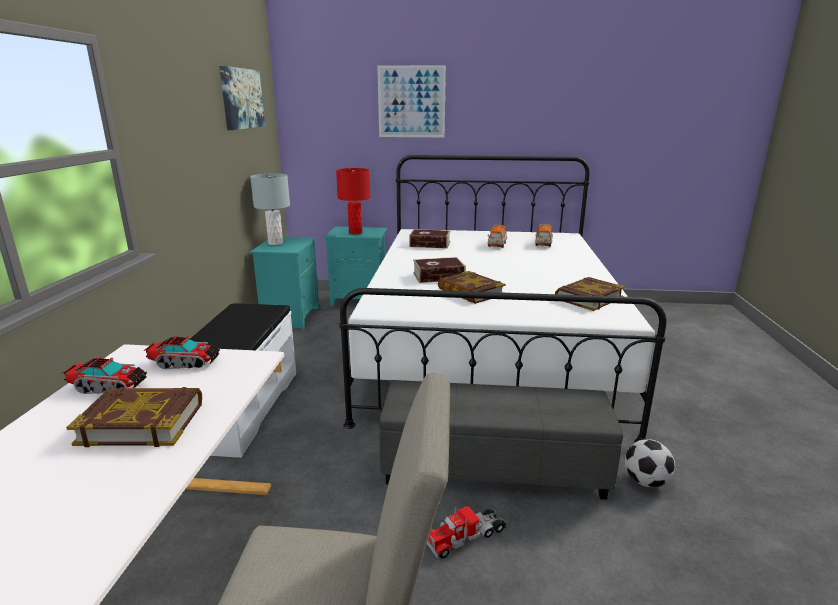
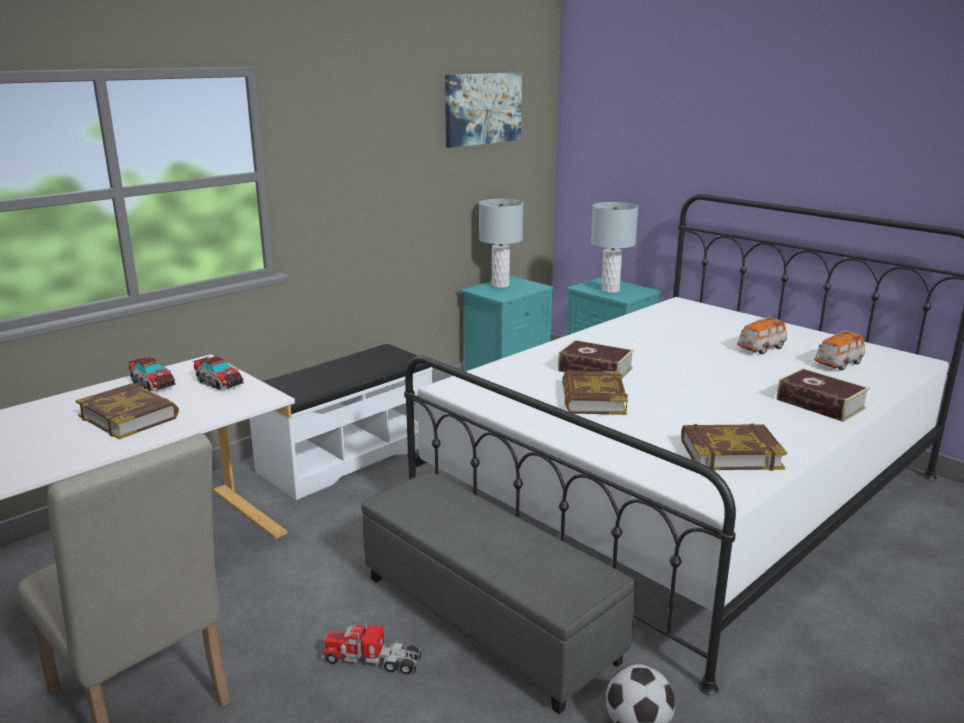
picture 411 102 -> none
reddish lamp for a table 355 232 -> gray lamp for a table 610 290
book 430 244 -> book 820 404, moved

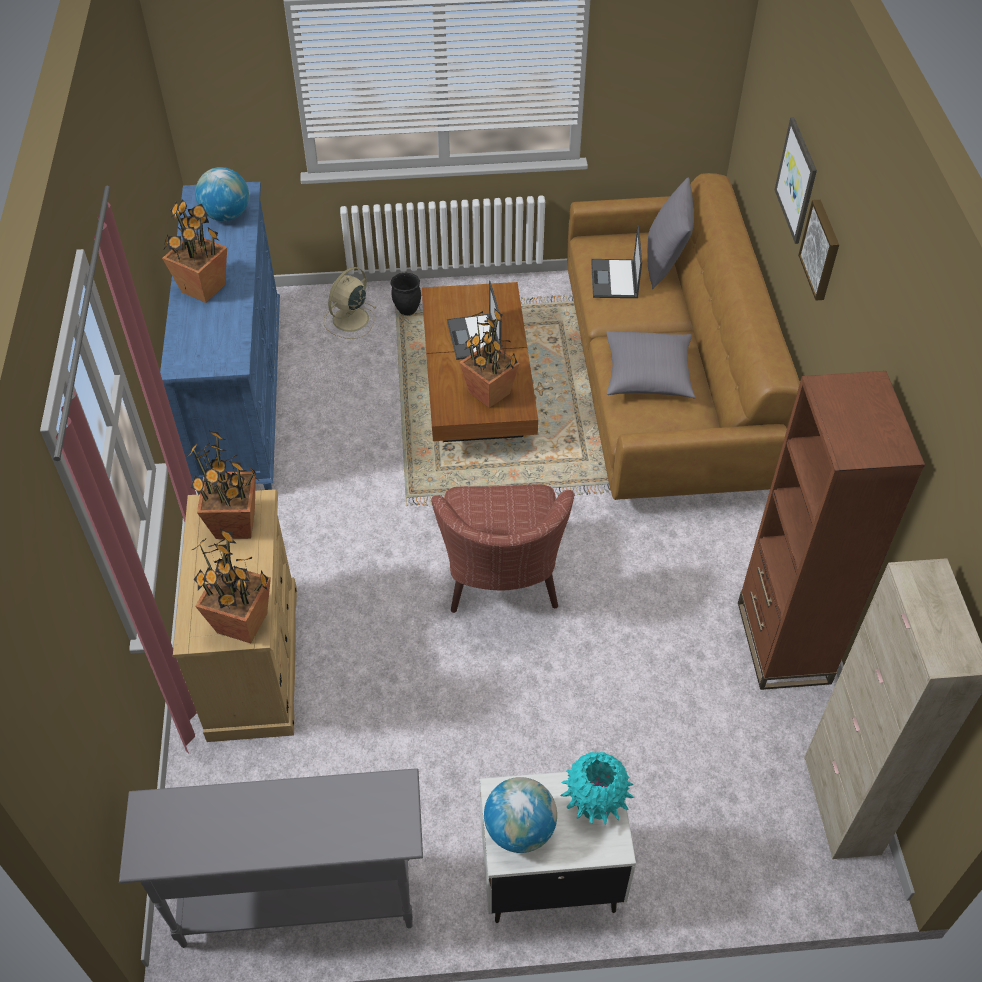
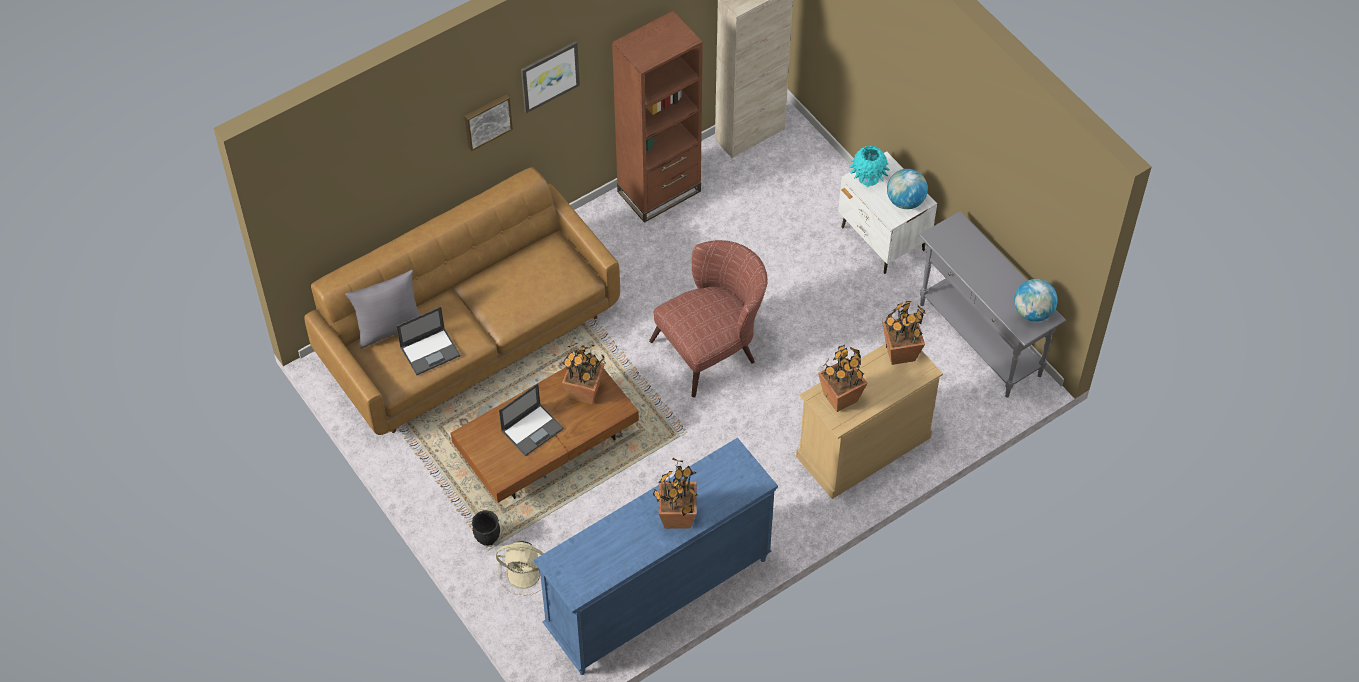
picture 797 180 -> picture 549 76, moved
globe 226 215 -> globe 1033 312, moved
gray pillow 648 375 -> none

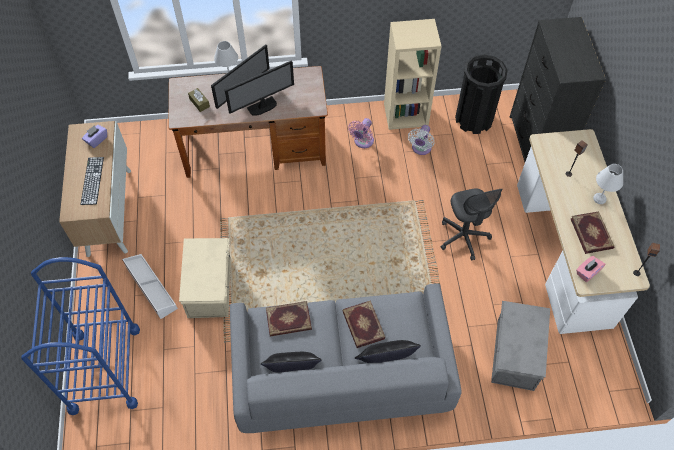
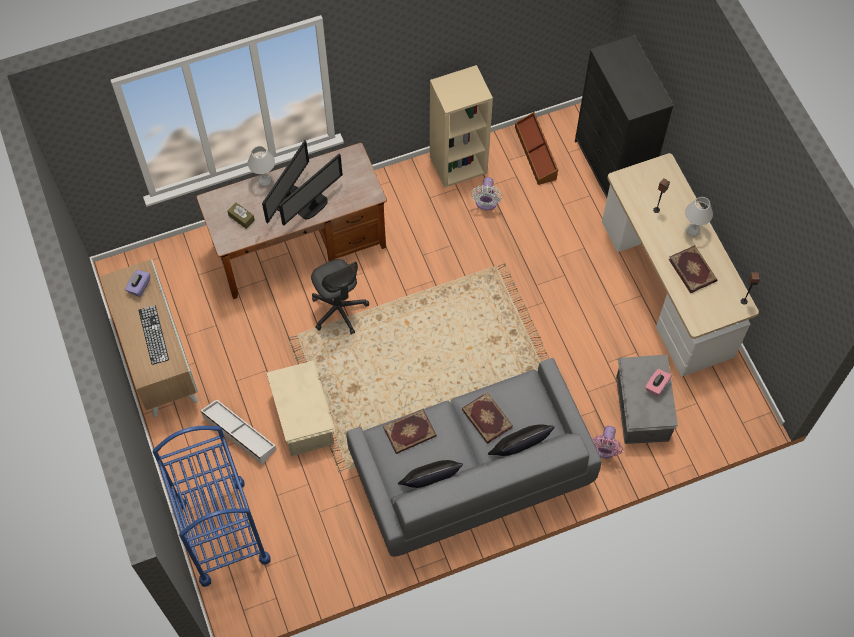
black-coloured rubbish bin 474 119 -> brown-coloured storage container 536 153
pinkish cooling fan 362 142 -> pinkish cooling fan 604 449, moved
gray computer chair 463 237 -> gray computer chair 339 310, moved
pinkish tissue holder 587 272 -> pinkish tissue holder 656 386, moved

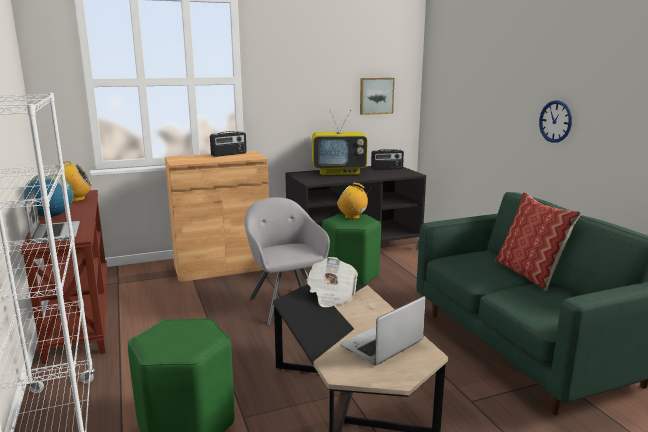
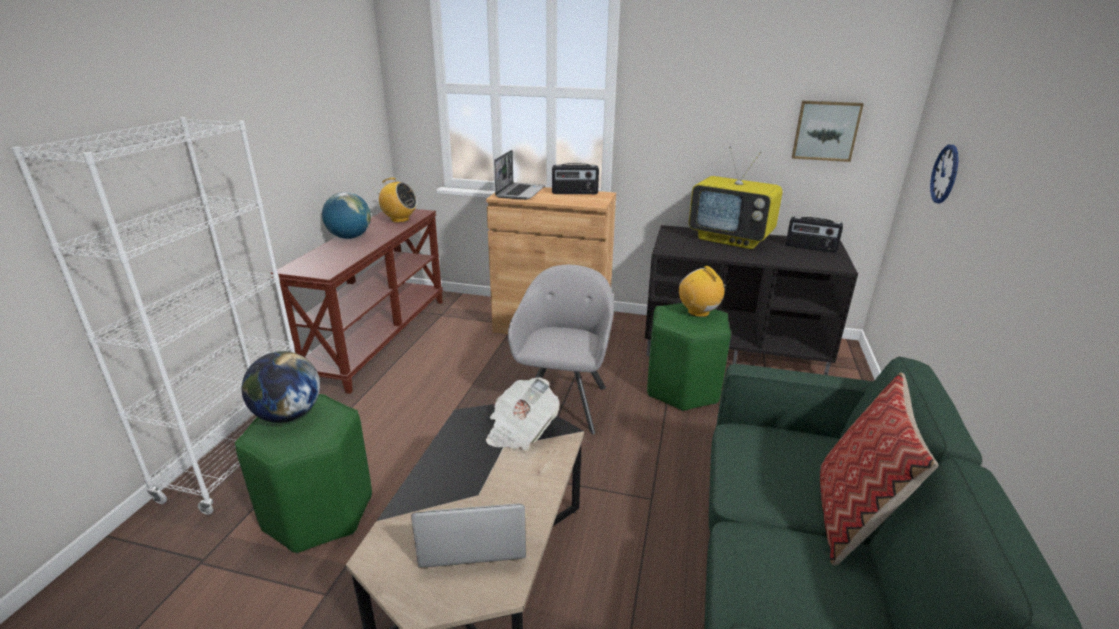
clock on the wall 555 121 -> clock on the wall 945 174, moved
portable computer 55 233 -> portable computer 520 192, moved
none -> globe 288 415

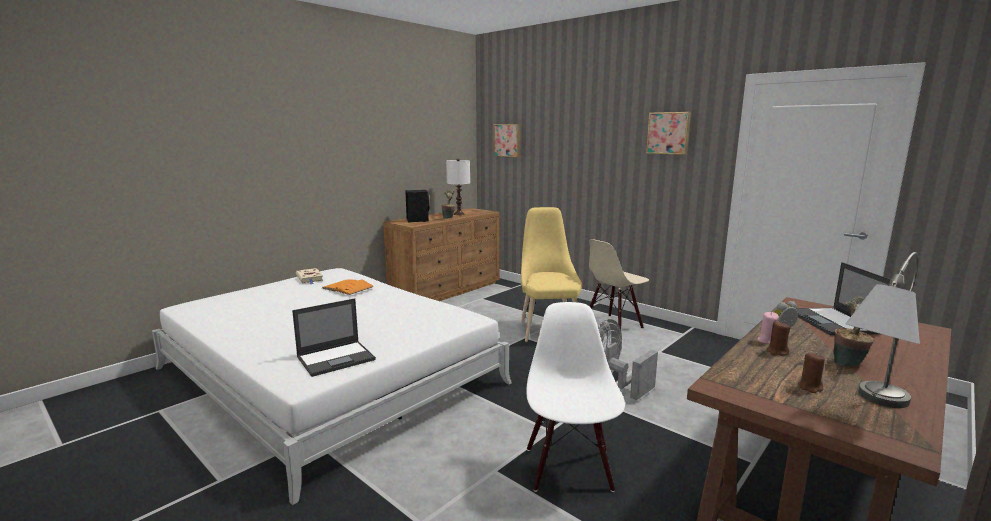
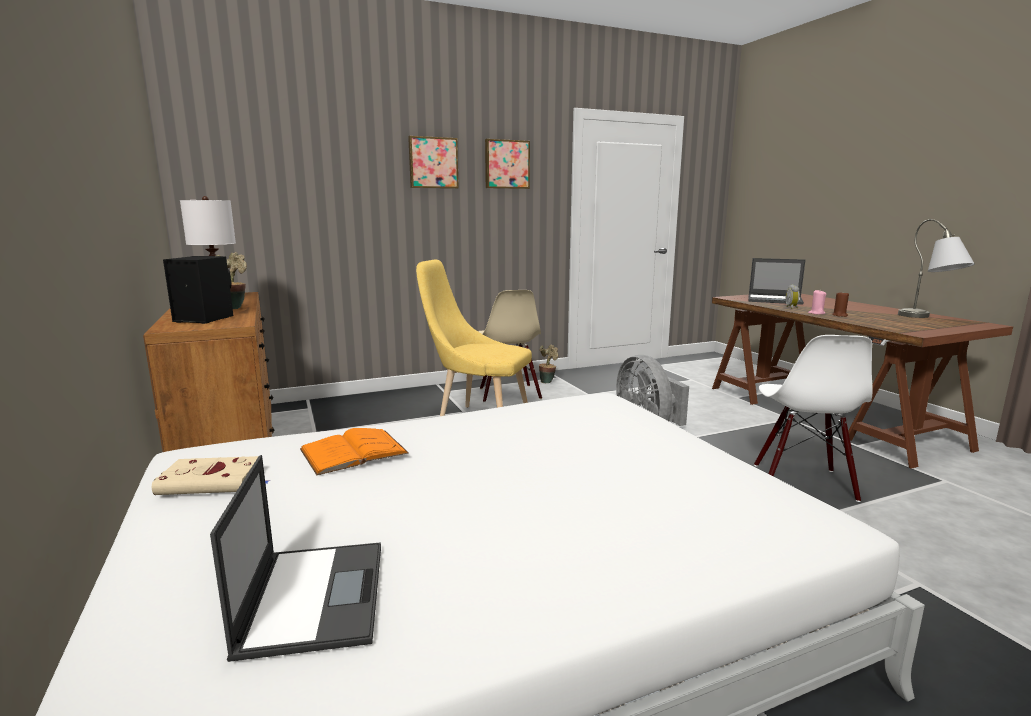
picture 507 140 -> picture 433 163, moved
houseplant 850 364 -> houseplant 547 381, moved
portable computer 337 358 -> portable computer 314 595, moved
white chair 569 468 -> white chair 801 482, 105 degrees counterclockwise
brown-coloured wax light 810 387 -> none

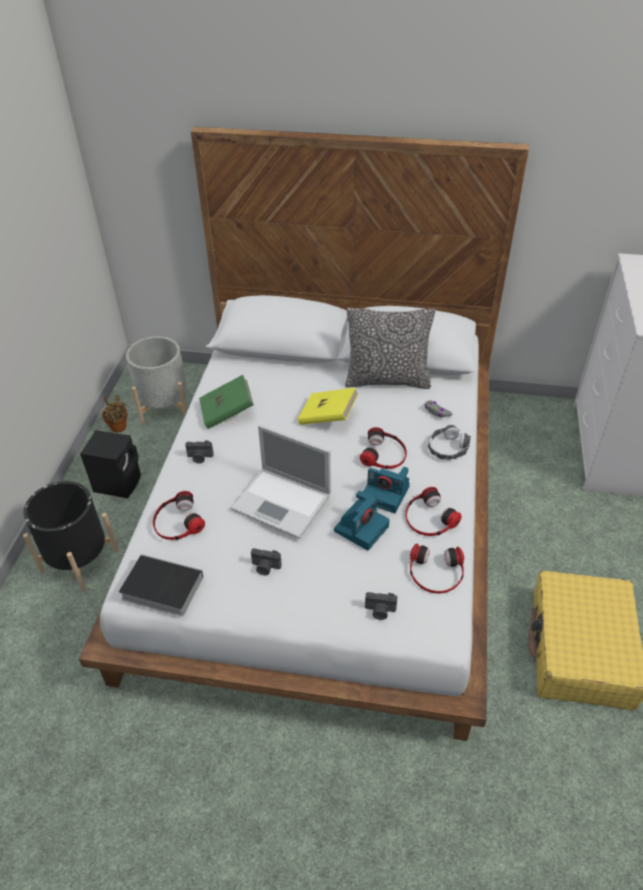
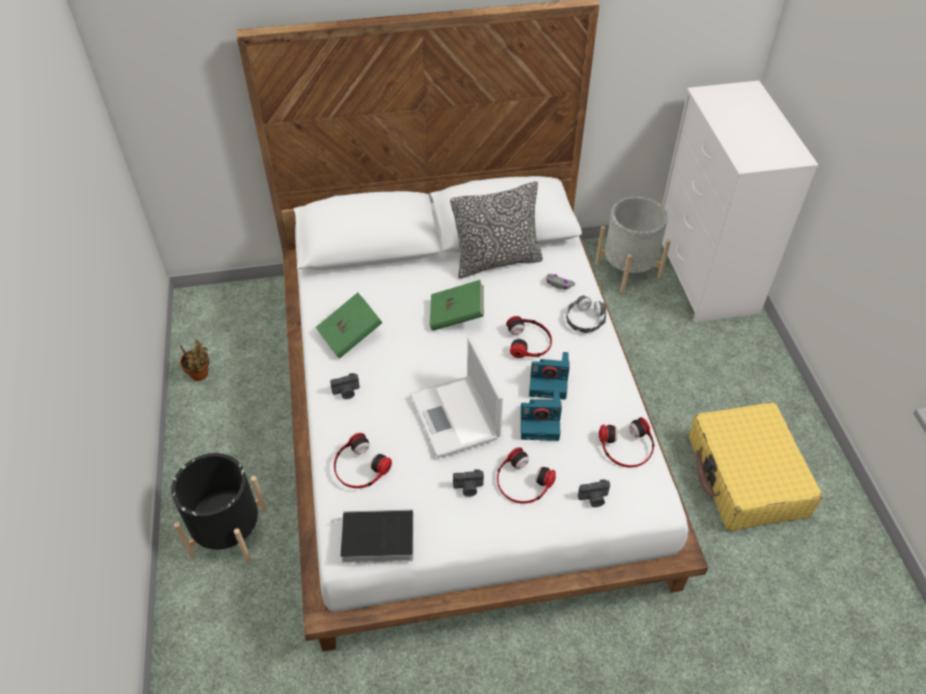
gray planter 164 407 -> gray planter 628 270, moved
yellowish book 328 417 -> greenish book 456 315
portable computer 283 502 -> portable computer 455 418, 60 degrees clockwise
black-coloured audio speaker 118 482 -> none
headset 429 518 -> headset 522 482, moved
photo camera 361 528 -> photo camera 541 422, 75 degrees clockwise

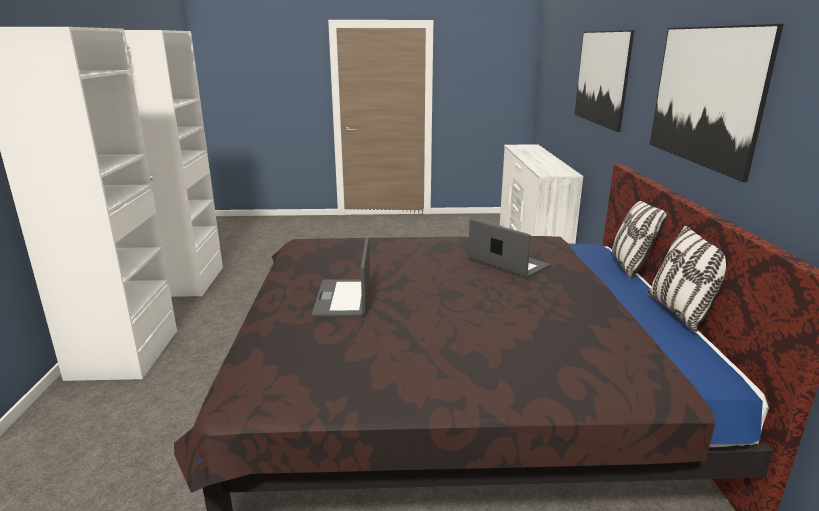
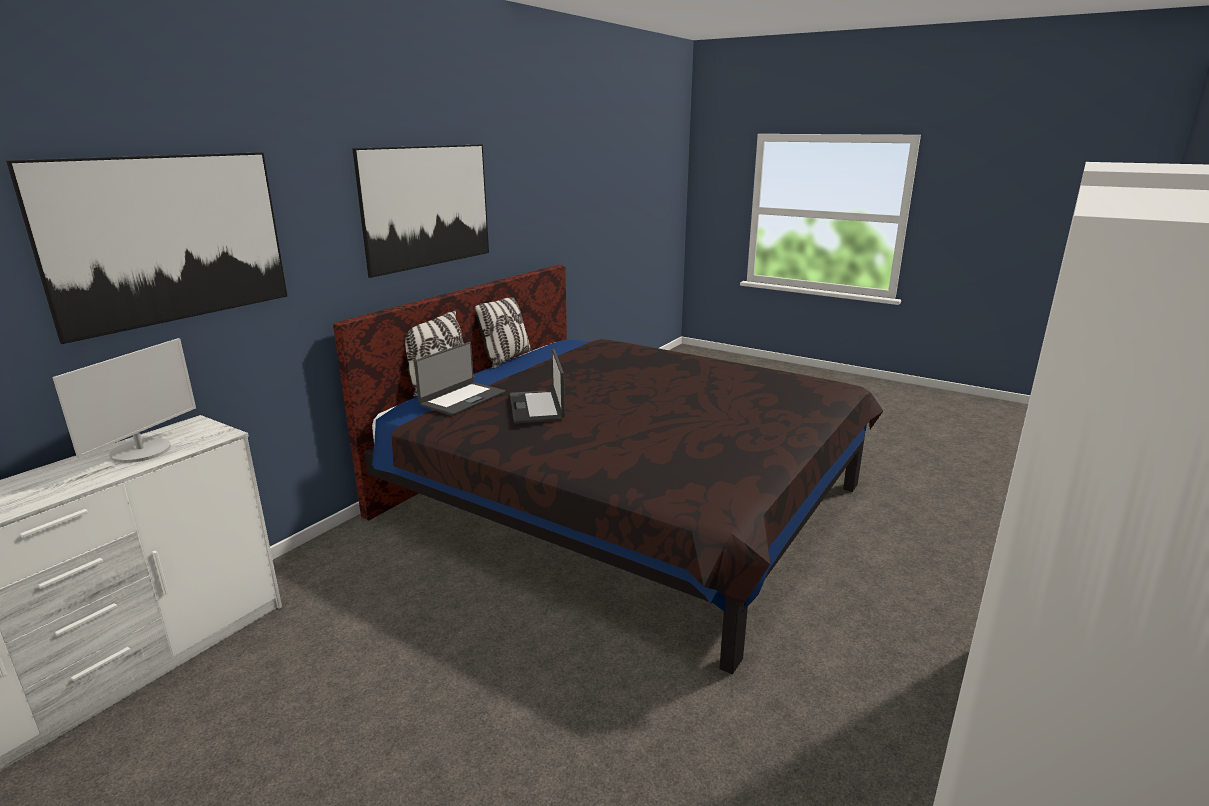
portable computer 344 298 -> portable computer 462 399, moved
none -> monitor 142 451

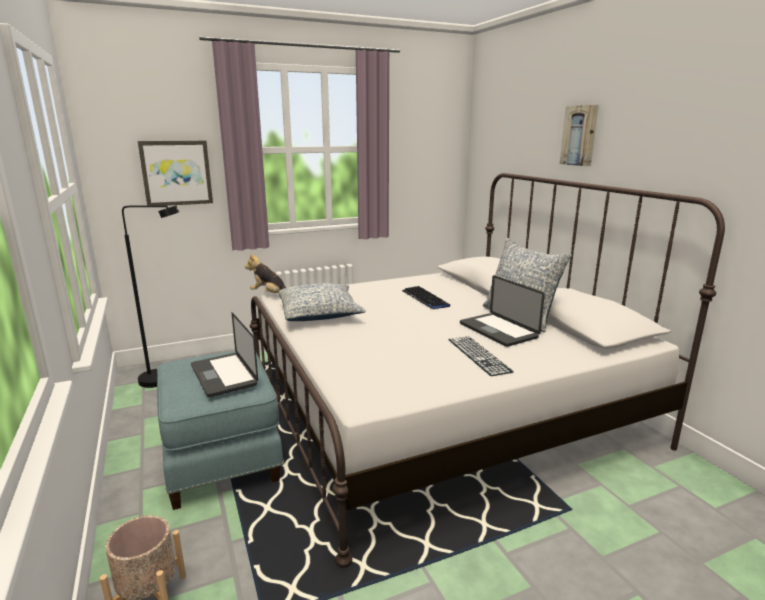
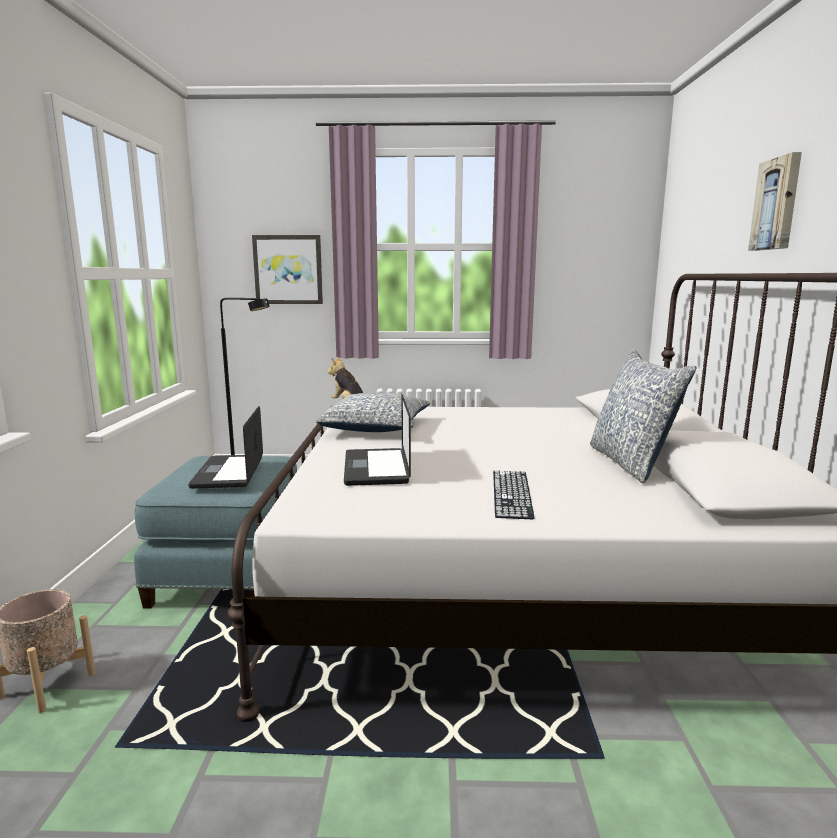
portable computer 498 330 -> portable computer 376 468, moved
PC keyboard 425 298 -> none

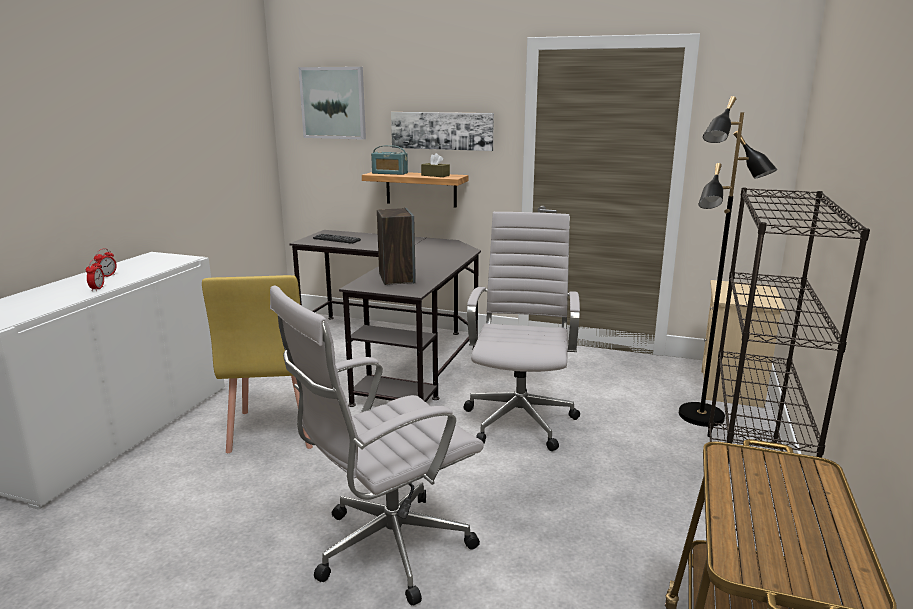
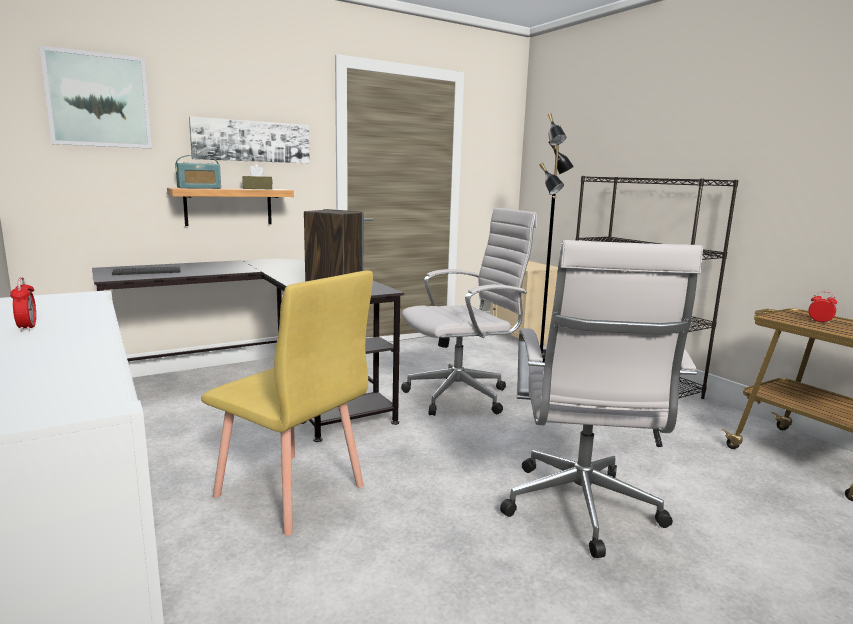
white computer chair 520 419 -> white computer chair 462 396, 105 degrees clockwise
bedside clock 97 289 -> bedside clock 819 321, moved

